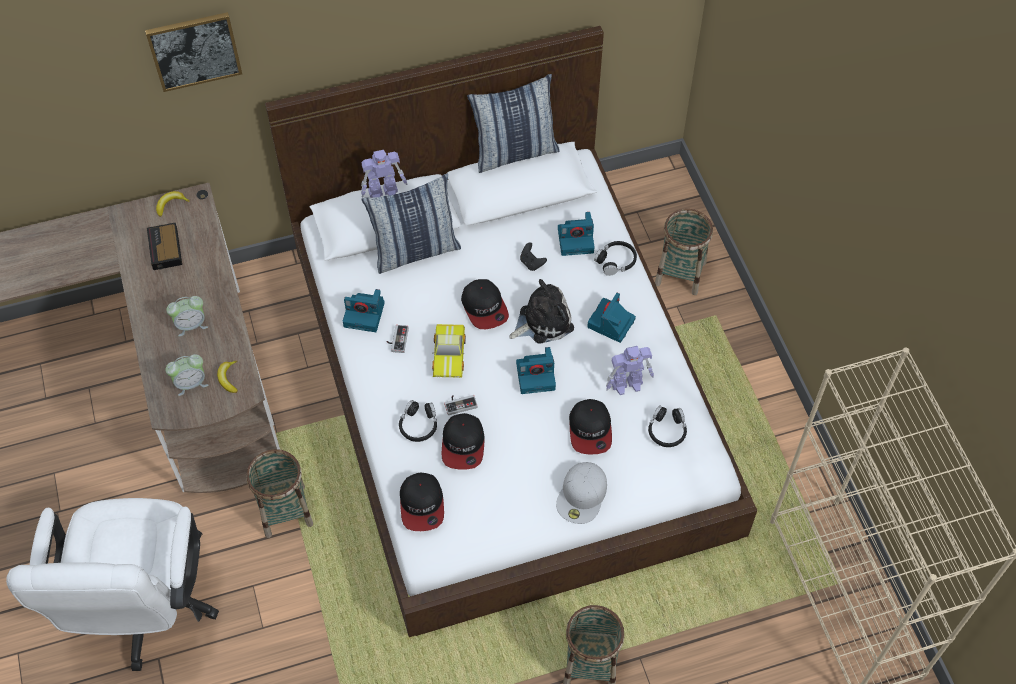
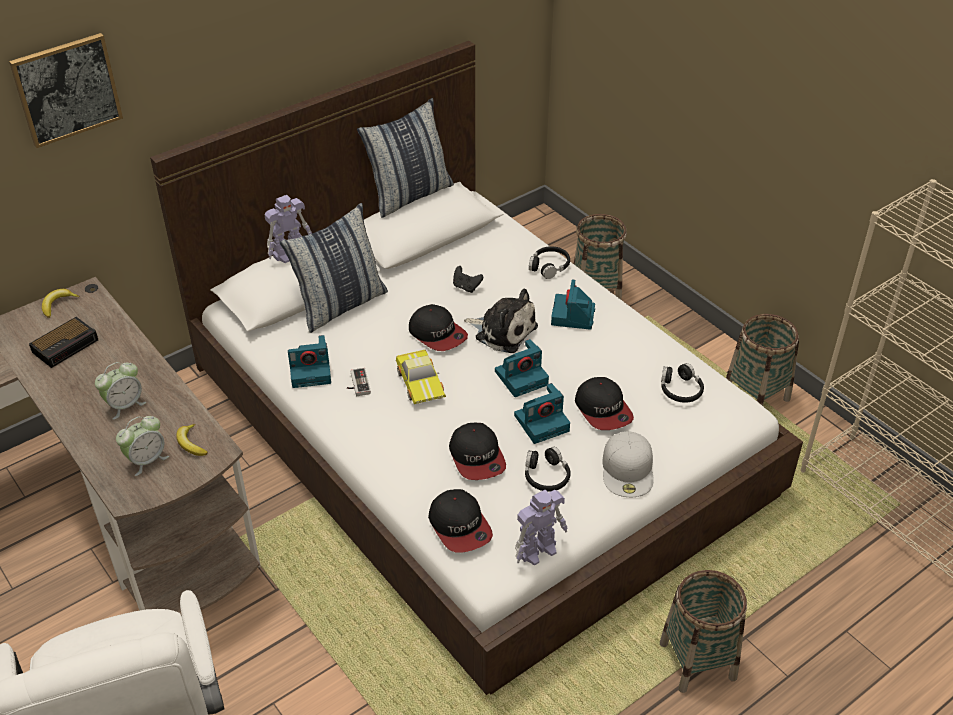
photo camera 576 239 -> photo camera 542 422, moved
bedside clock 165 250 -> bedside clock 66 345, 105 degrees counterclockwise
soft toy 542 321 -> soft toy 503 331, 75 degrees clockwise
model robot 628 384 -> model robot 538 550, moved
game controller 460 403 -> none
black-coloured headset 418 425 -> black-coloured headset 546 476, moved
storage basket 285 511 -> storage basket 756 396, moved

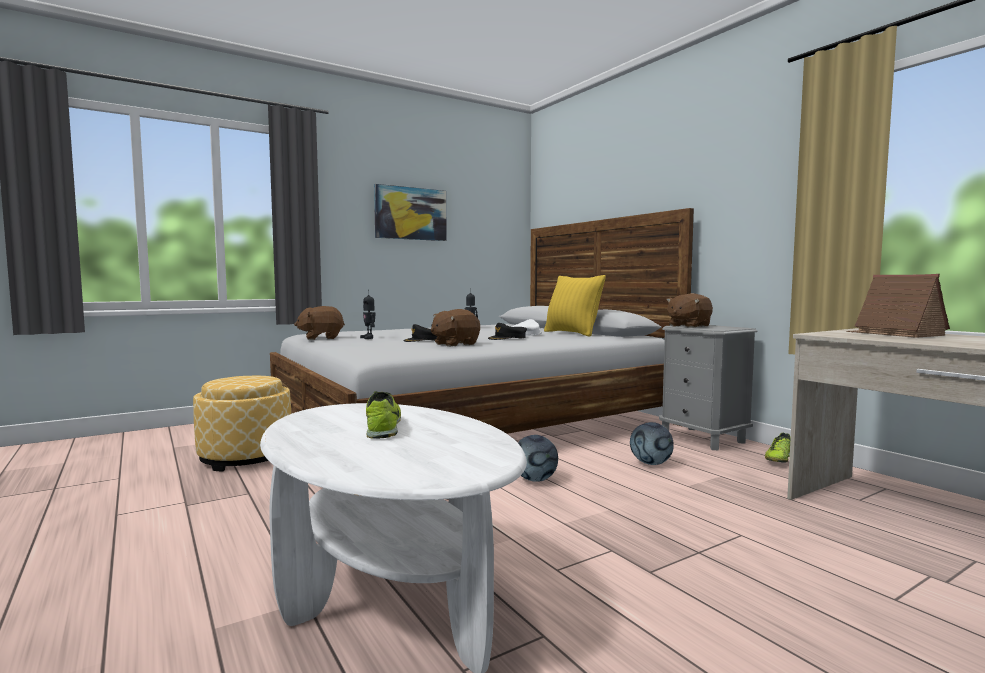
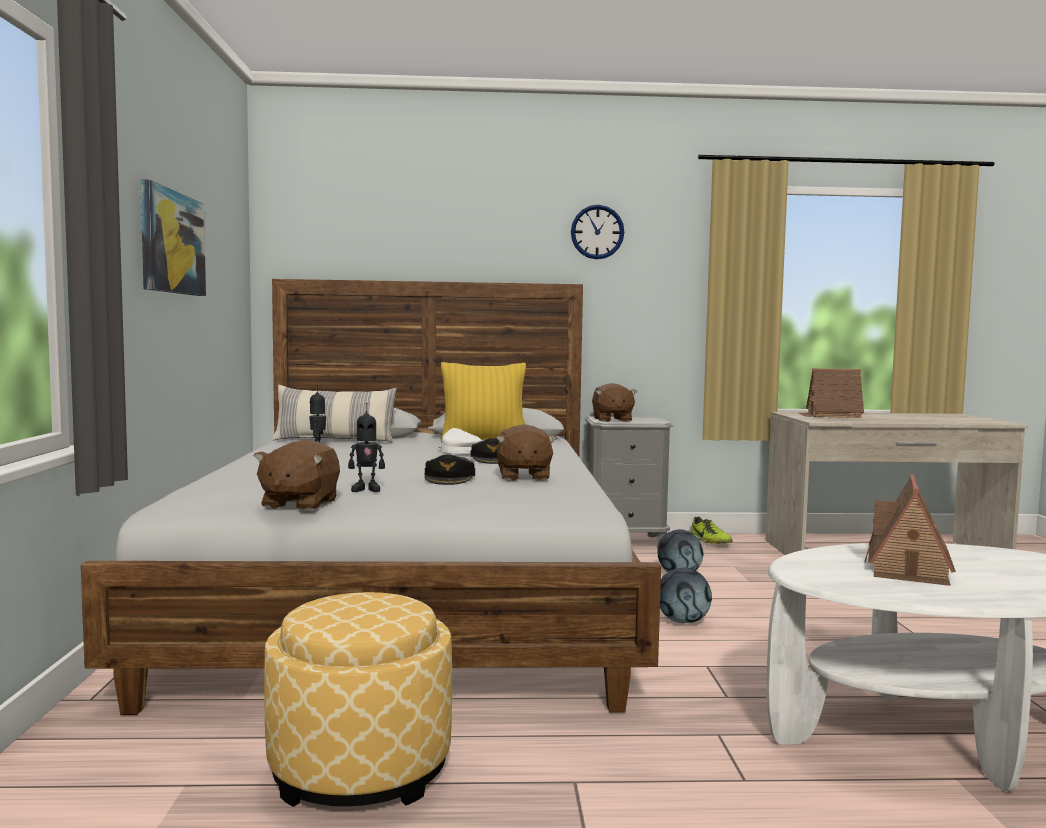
item of footwear 382 426 -> toy house 909 567
none -> clock on the wall 597 232
none -> pillow 334 440

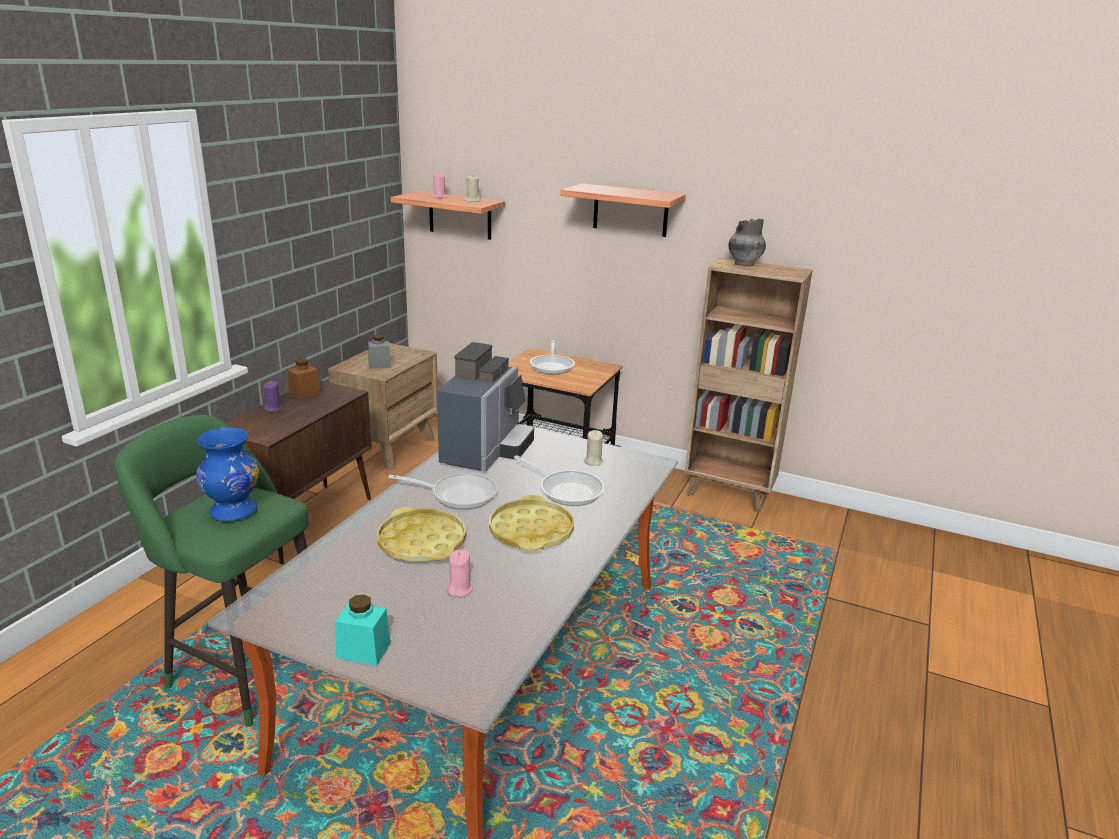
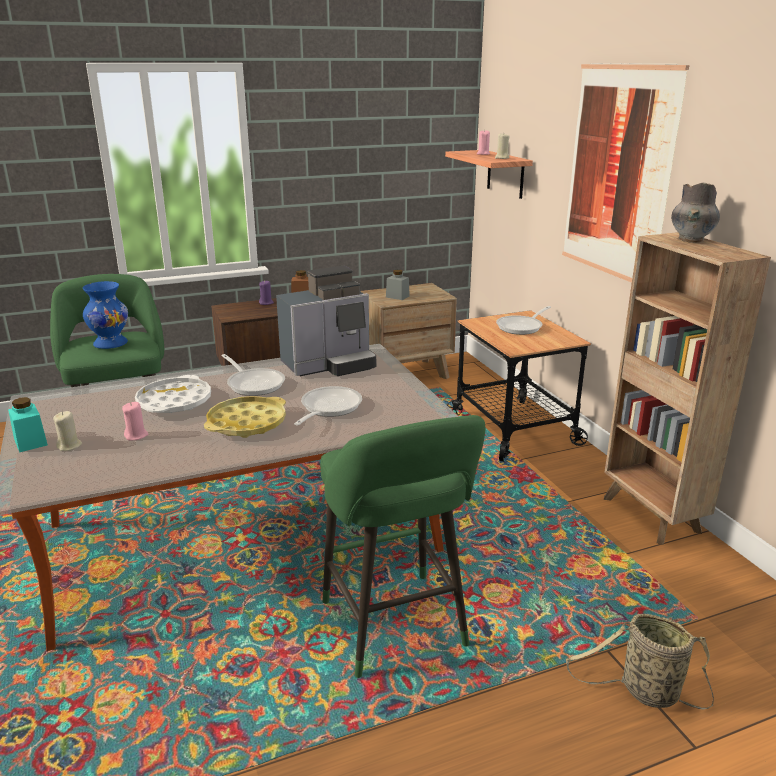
wall shelf 630 210 -> picture 618 172
sand-coloured wax light 593 461 -> sand-coloured wax light 69 446, moved
skillet 566 490 -> skillet 328 408, 150 degrees counterclockwise
yellowish carrying tray 421 543 -> white carrying tray 174 402
none -> greenish stool 396 629
none -> storage basket 645 692

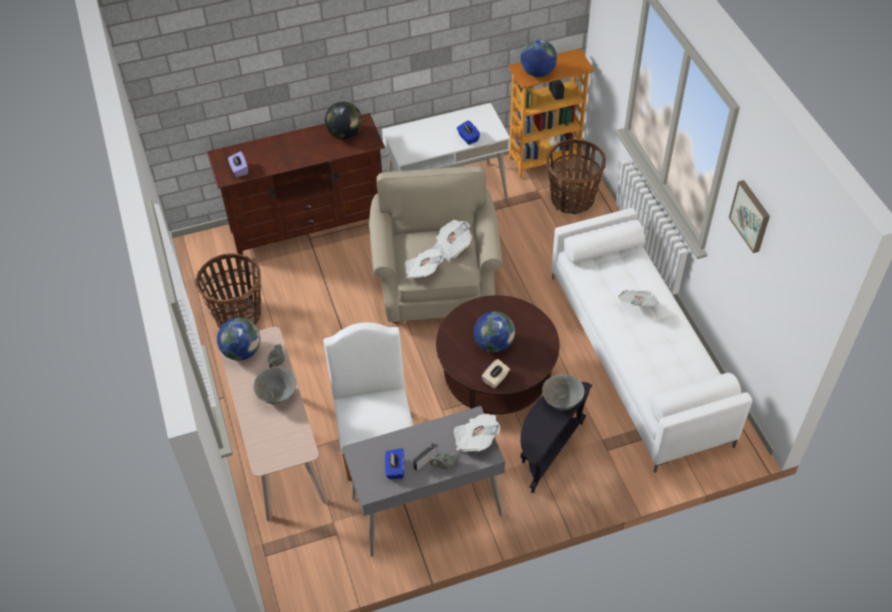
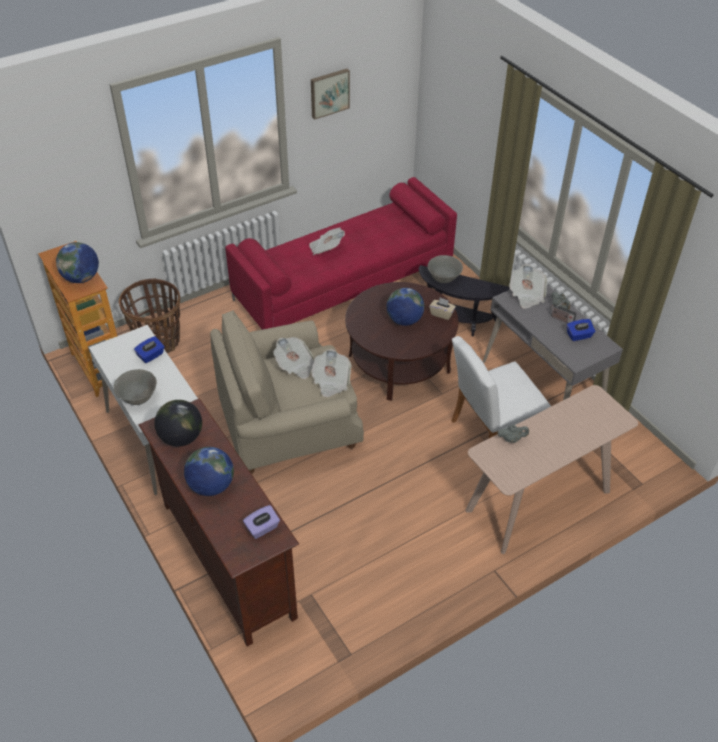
white settee 639 358 -> reddish settee 344 282
storage basket 238 315 -> none
globe 242 351 -> globe 211 486, moved
gray bowl 277 396 -> gray bowl 138 398, moved

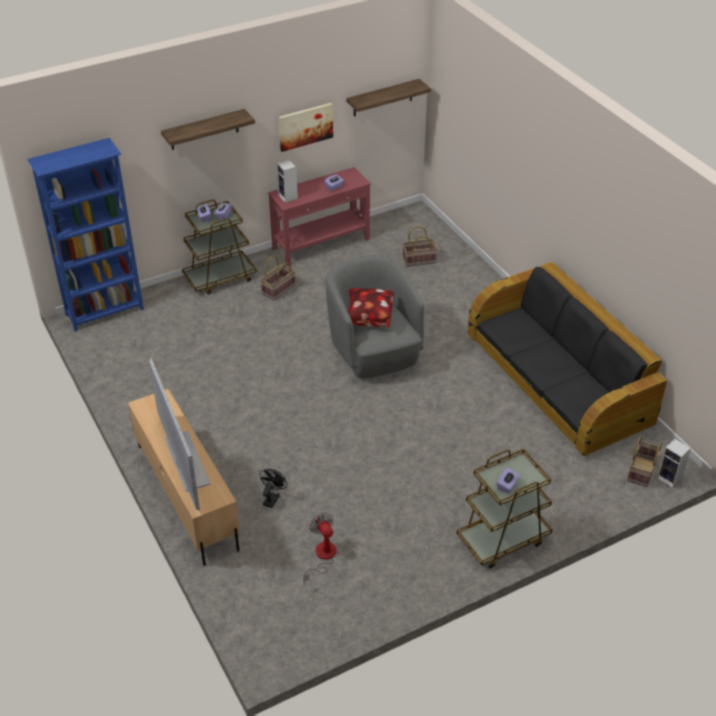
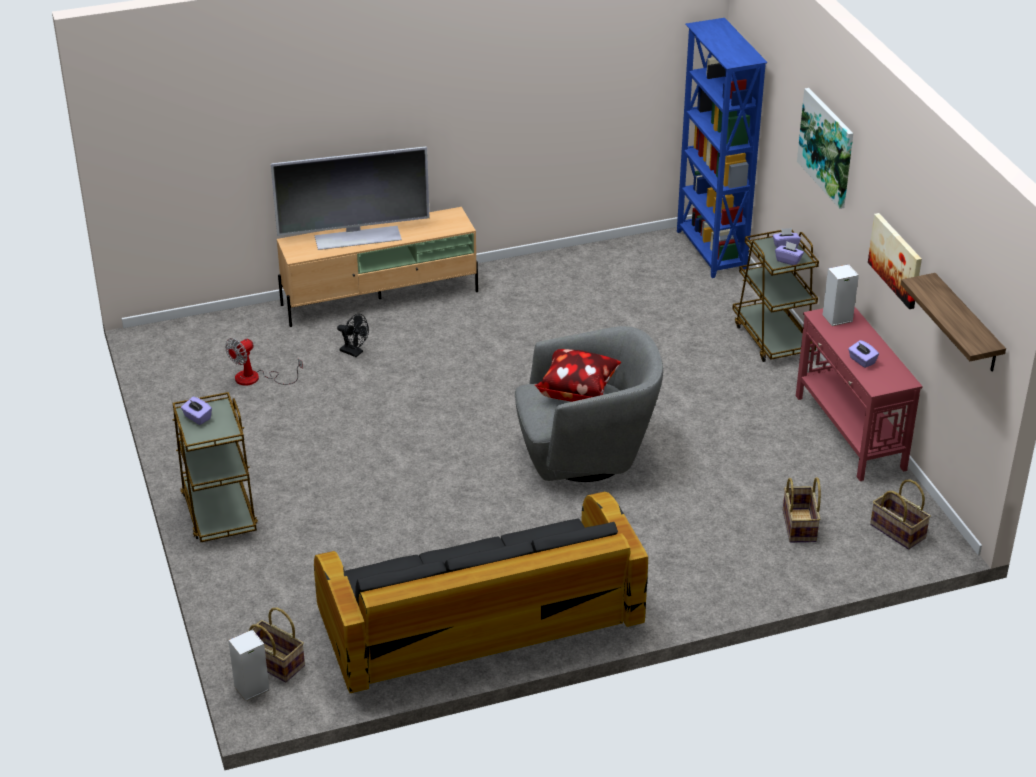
wall shelf 204 130 -> picture 827 147
storage basket 278 290 -> storage basket 897 531, moved
cooling fan 322 557 -> cooling fan 256 378, 150 degrees clockwise

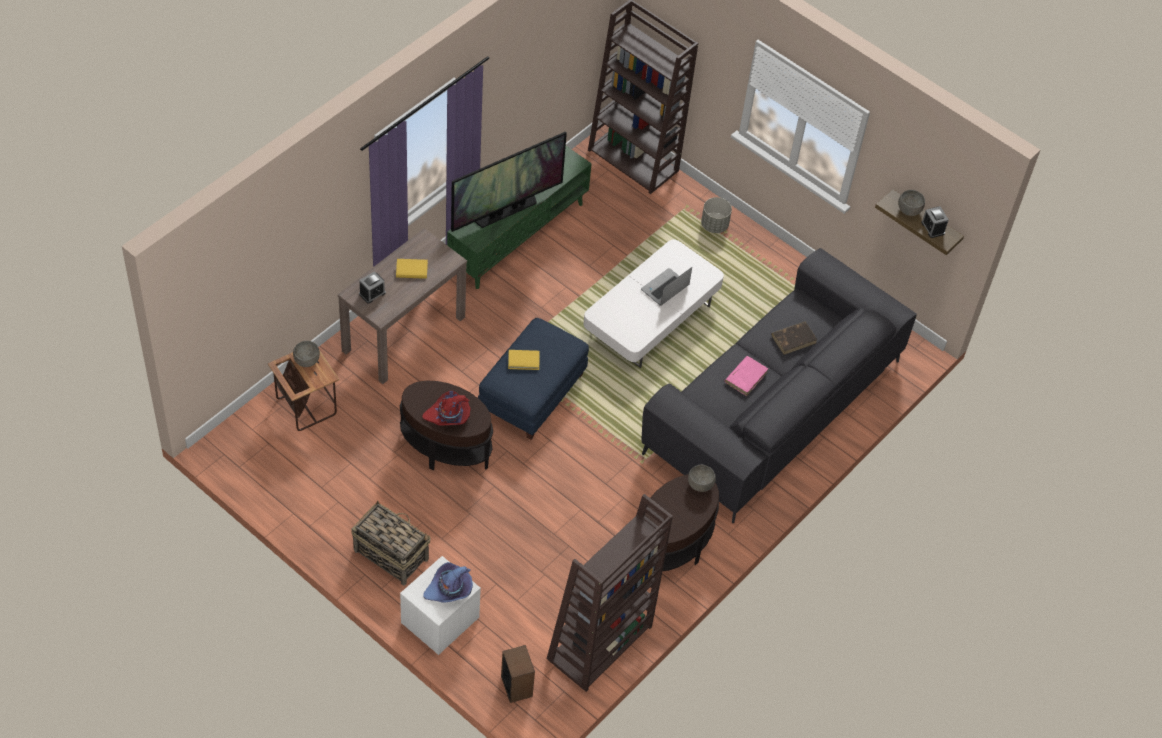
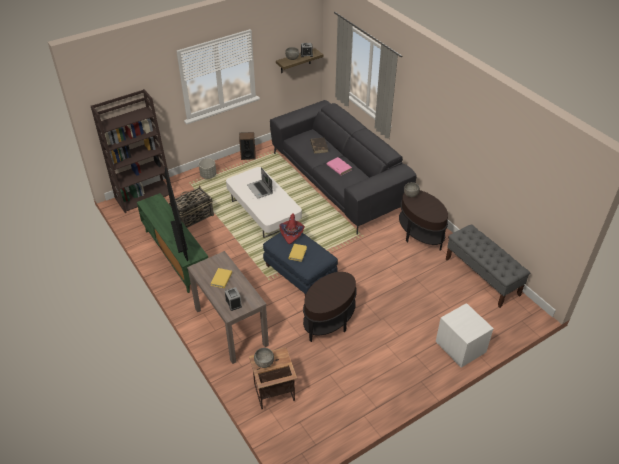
reddish wearable hat 448 415 -> reddish wearable hat 292 233, moved
brown-coloured shelving unit 599 644 -> gray long seat 482 277
storage basket 390 554 -> storage basket 192 217, moved
purple wearable hat 449 589 -> none
audio speaker 517 686 -> audio speaker 248 156, moved

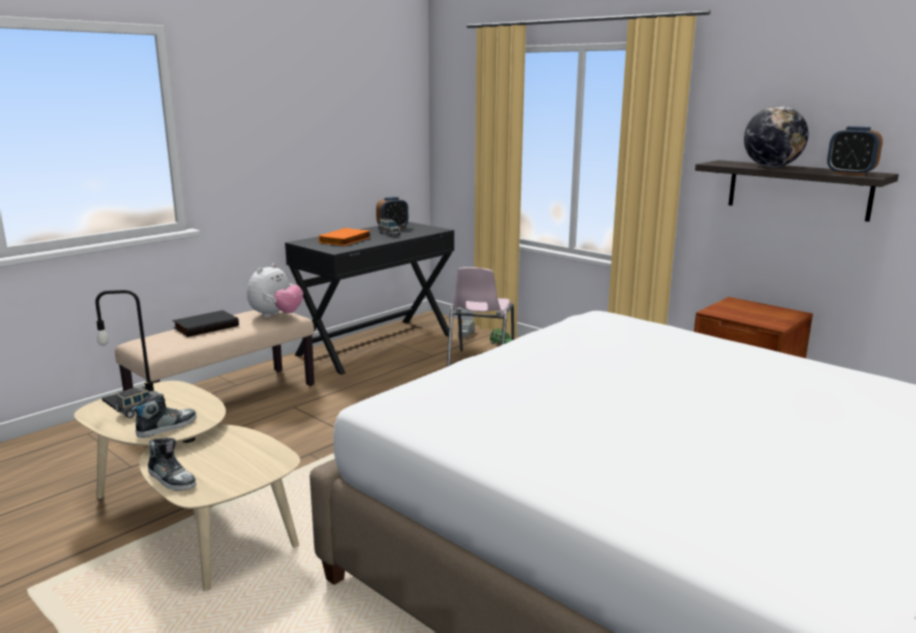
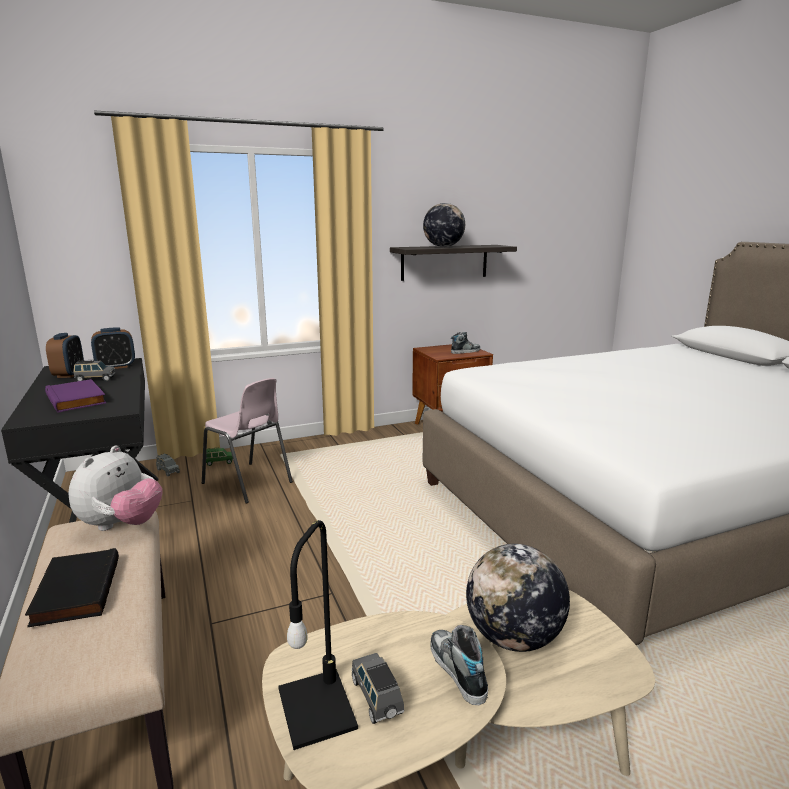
bedside clock 850 174 -> bedside clock 116 367, moved
orangey book 346 240 -> purple book 78 399
soft toy 276 316 -> soft toy 121 525, 60 degrees clockwise
item of footwear 172 479 -> item of footwear 465 351, moved
none -> globe 513 638

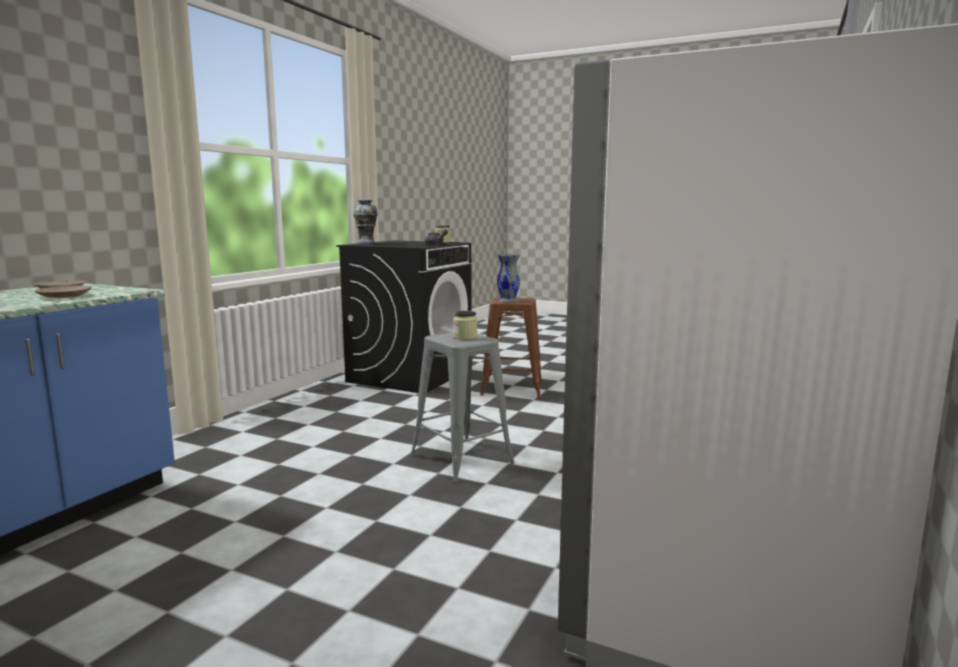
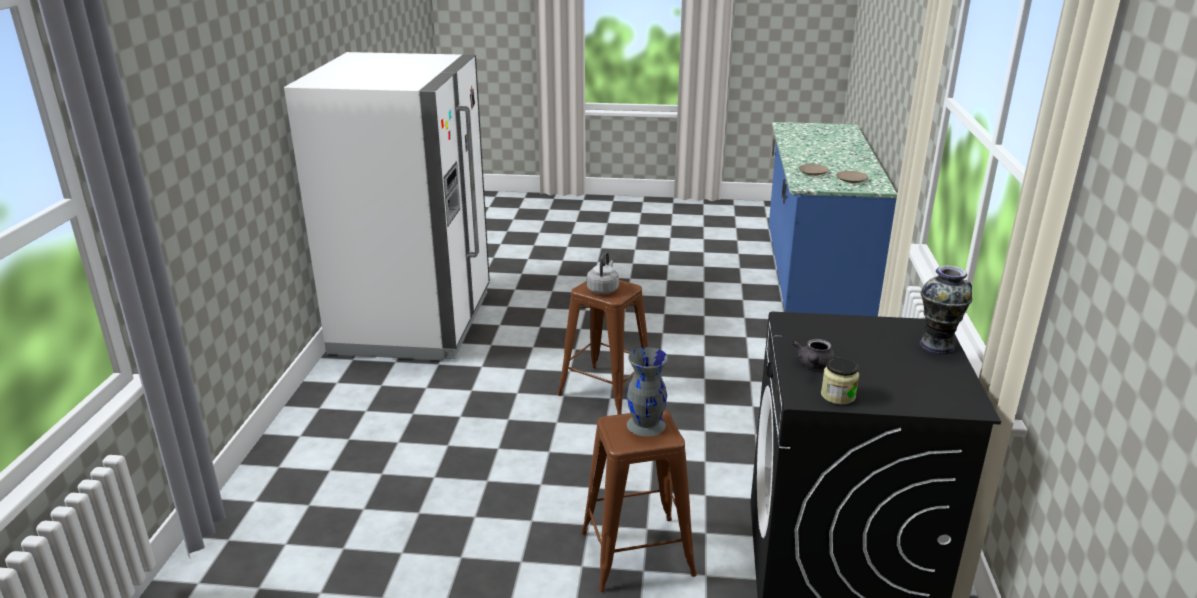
jar 465 337 -> gray tea kettle 603 289
gray stool 461 459 -> brown-coloured stool 606 391

